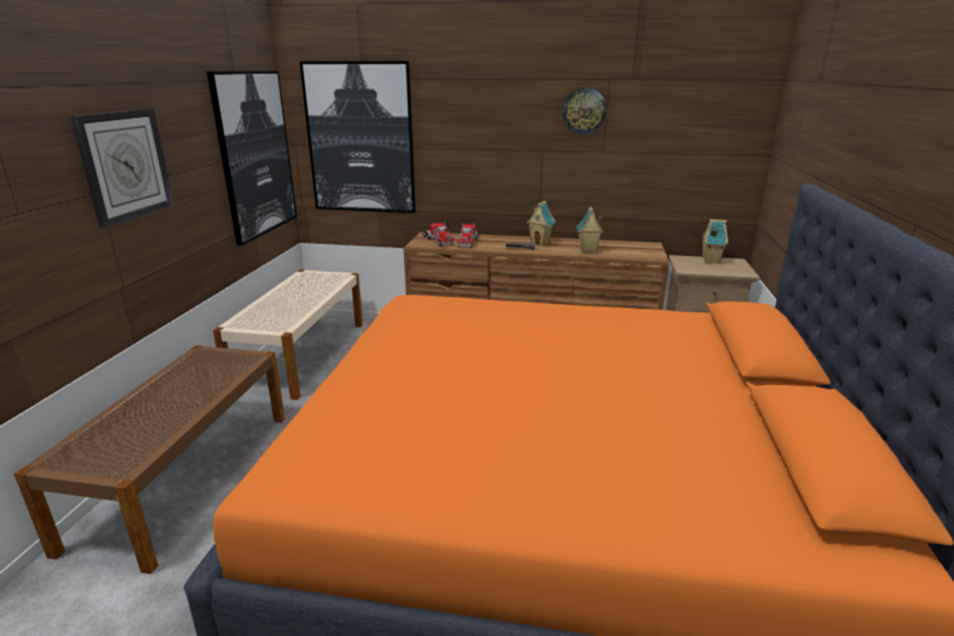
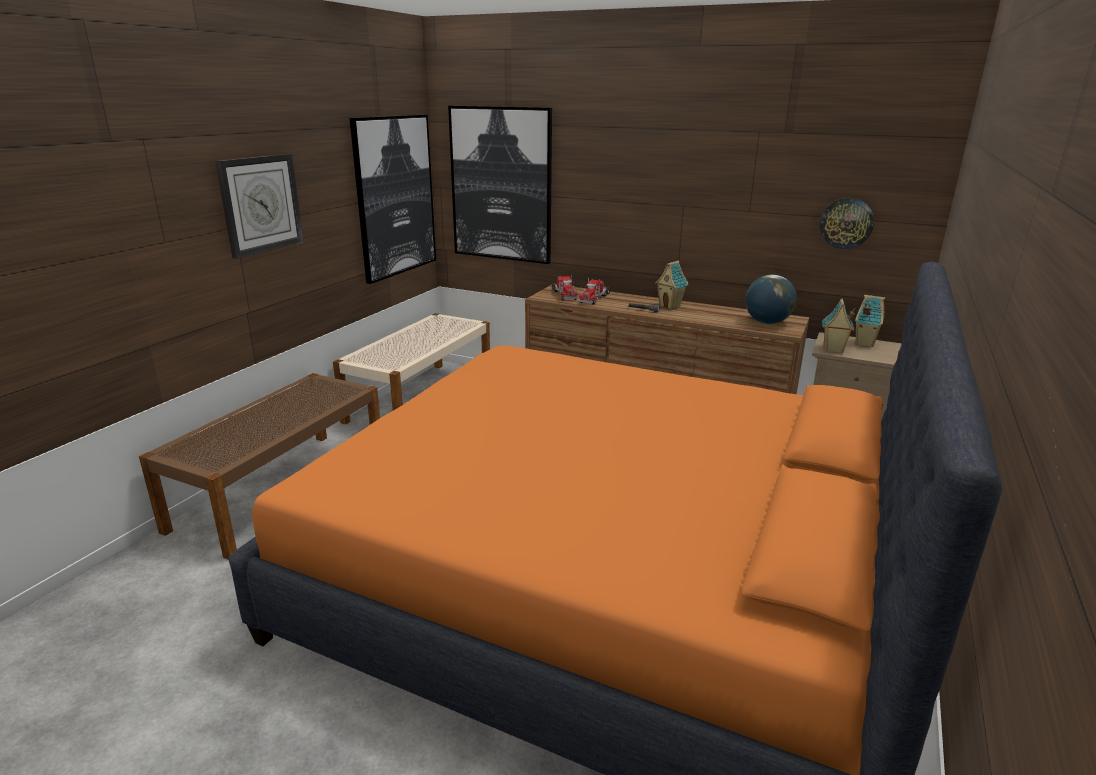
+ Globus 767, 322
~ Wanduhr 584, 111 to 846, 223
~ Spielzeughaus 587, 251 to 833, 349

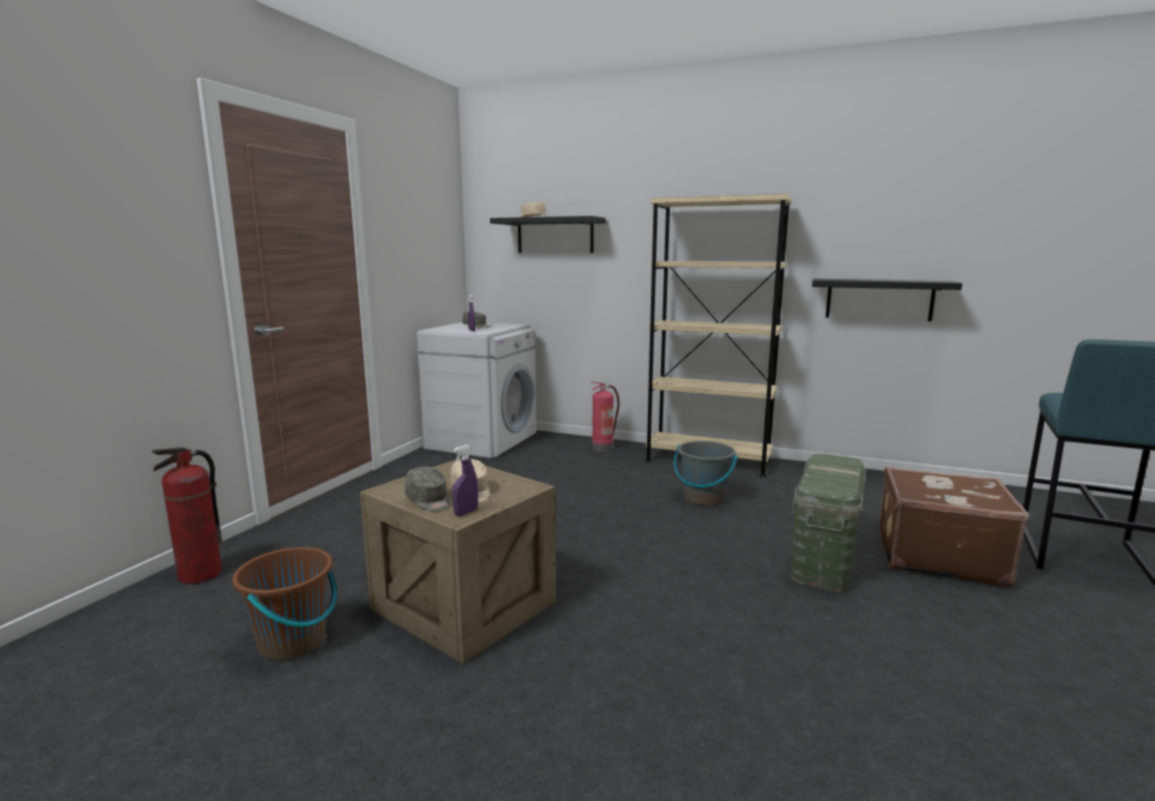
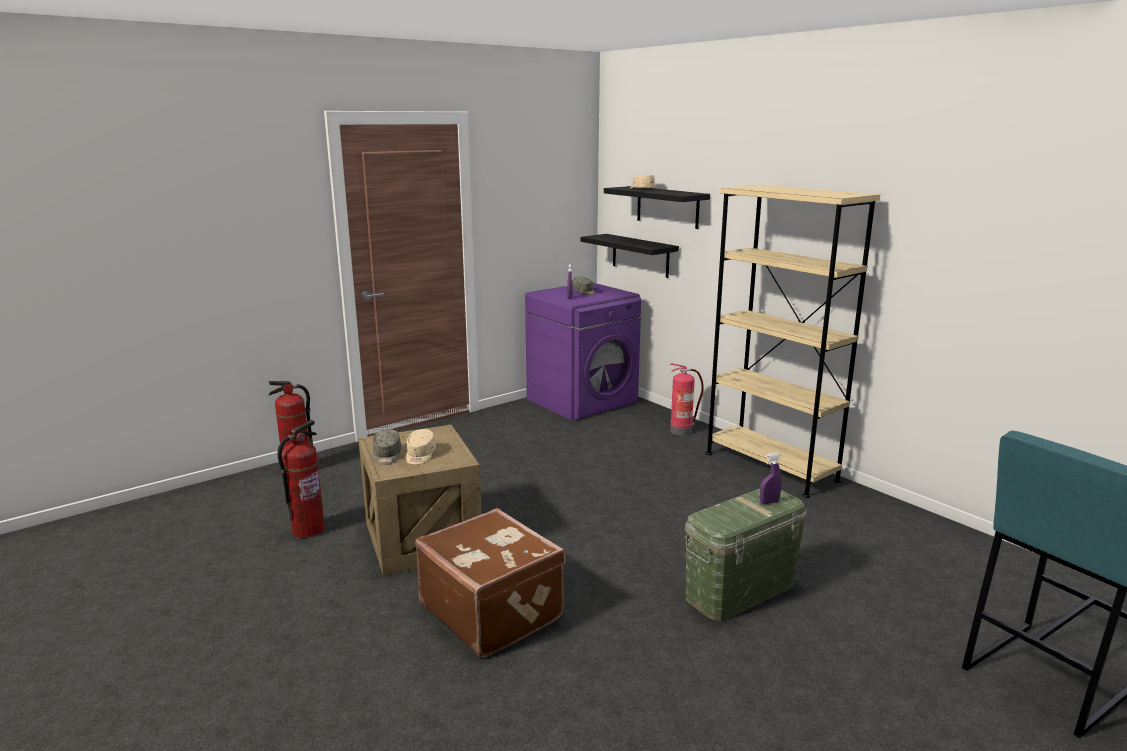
~ Eimer (braun) 293, 642 to Feuerlöscher 308, 530
~ Koffer (braun) 937, 556 to 492, 611
~ Waschmaschine (weiß) 484, 440 to Waschmaschine (lila) 585, 400
~ Wandregal (schwarz) 879, 299 to 640, 255
~ Sprühflasche (lila) 466, 512 to 769, 502
- Eimer (grau) 703, 499

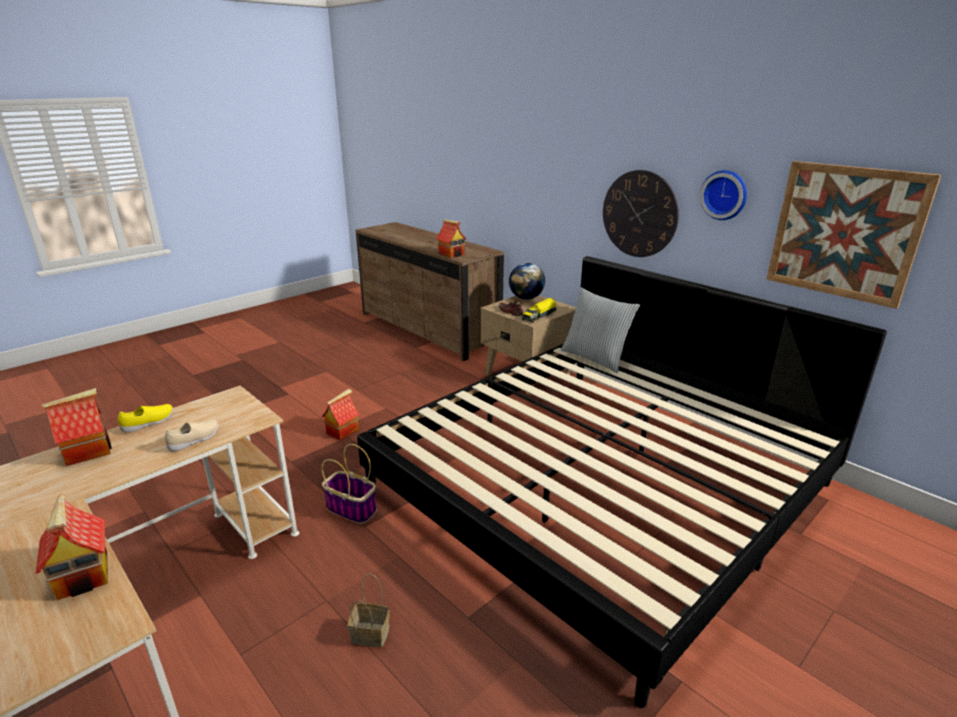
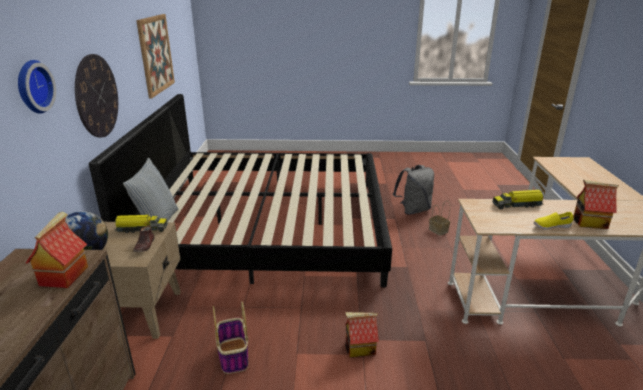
~ Wanduhr 725, 194 to 32, 87
~ Korb 352, 509 to 233, 355
+ Rucksack (grau) 413, 210
~ Schuh (beige) 195, 441 to Spielzeuglaster 517, 205
- Spielzeughaus 84, 575

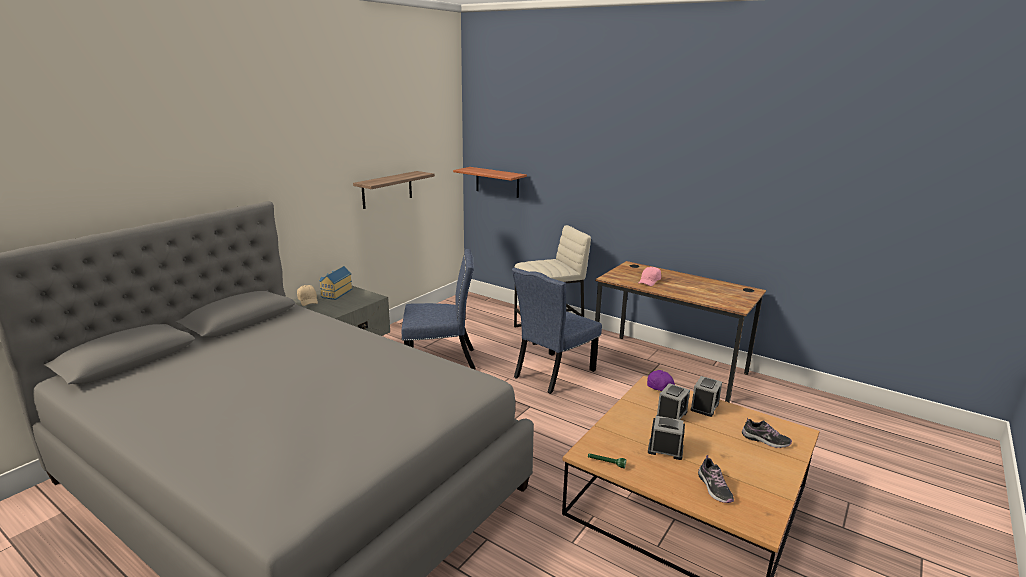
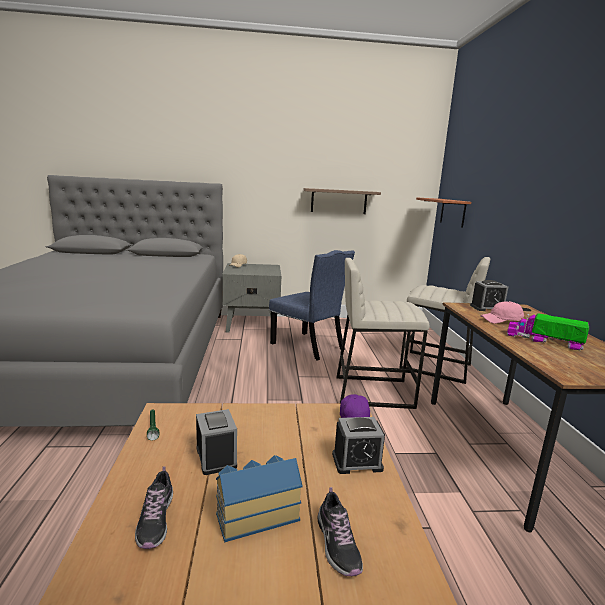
~ Schuh 714, 488 = 155, 520 45 degrees counterclockwise
~ Spielzeughaus 335, 293 to 255, 514
~ Stuhl (blau) 554, 372 to Hocker (beige) 373, 392
~ Wecker 671, 415 to 487, 308
+ Spielzeuglaster 543, 341

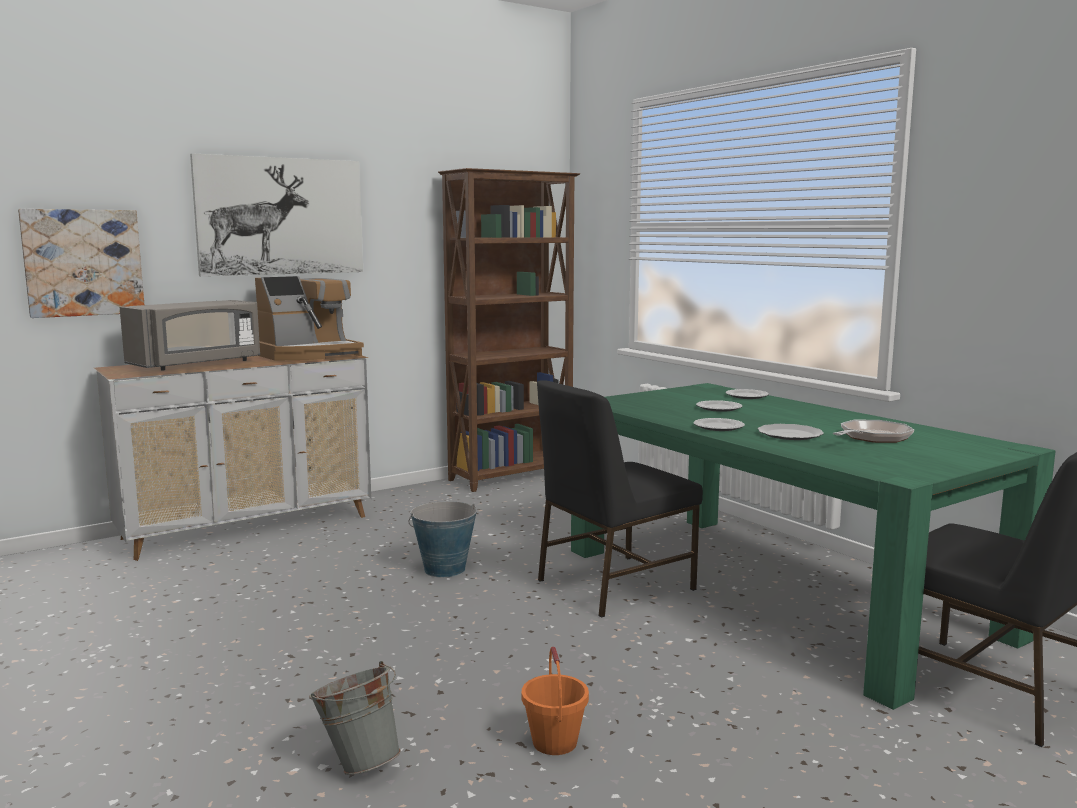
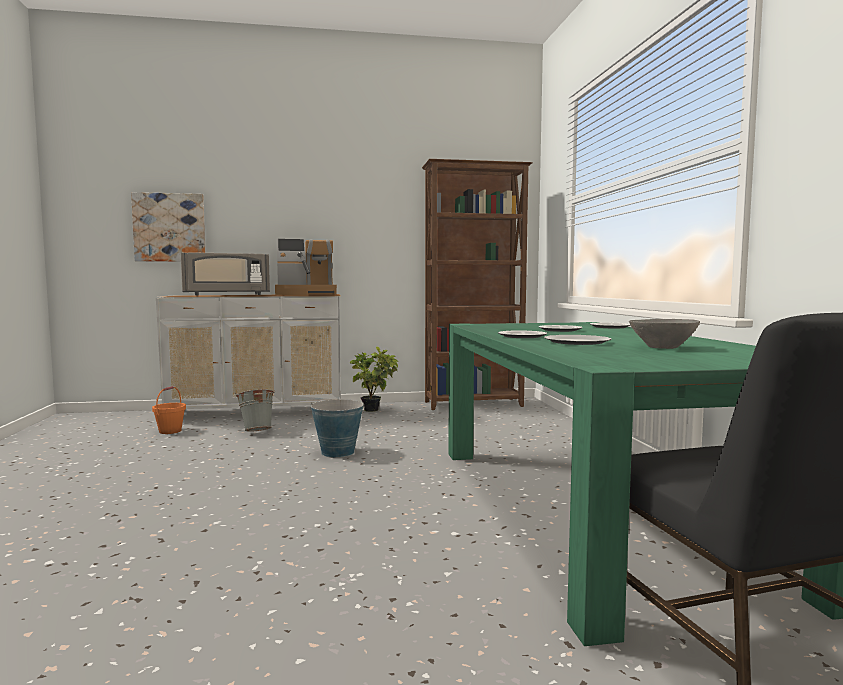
~ Eimer (orange) 555, 742 to 170, 431
~ Eimer (grau) 359, 762 to 257, 431
+ Topfpflanze 375, 410
~ Pfanne 872, 437 to Schüssel (grau) 661, 347
- Bild 281, 216
- Stuhl (schwarz) 612, 585

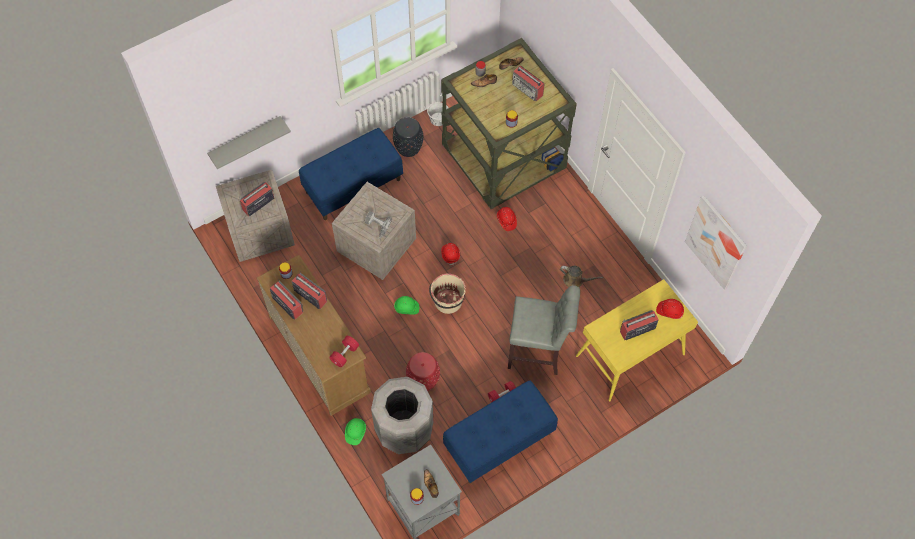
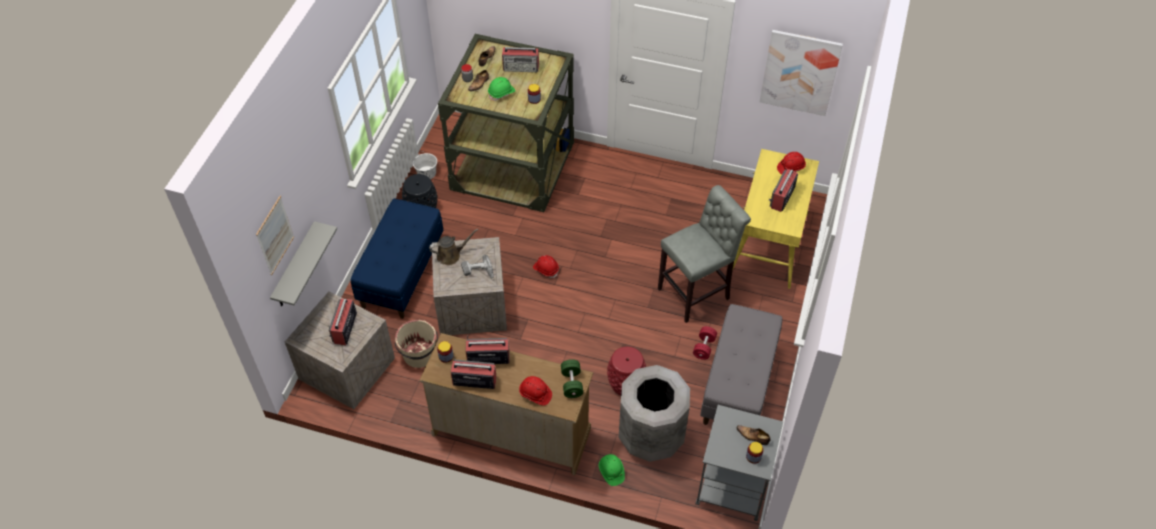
+ Bild 275, 235
~ Eimer (beige) 448, 302 to 419, 355
~ Gießkanne (braun) 575, 280 to 451, 255
~ Schutzhelm (grün) 406, 308 to 501, 93
~ Schutzhelm (rot) 506, 221 to 535, 394
~ Hantel (rot) 345, 354 to Hantel (grün) 571, 383
~ Bank (blau) 499, 442 to Bank (grau) 738, 384

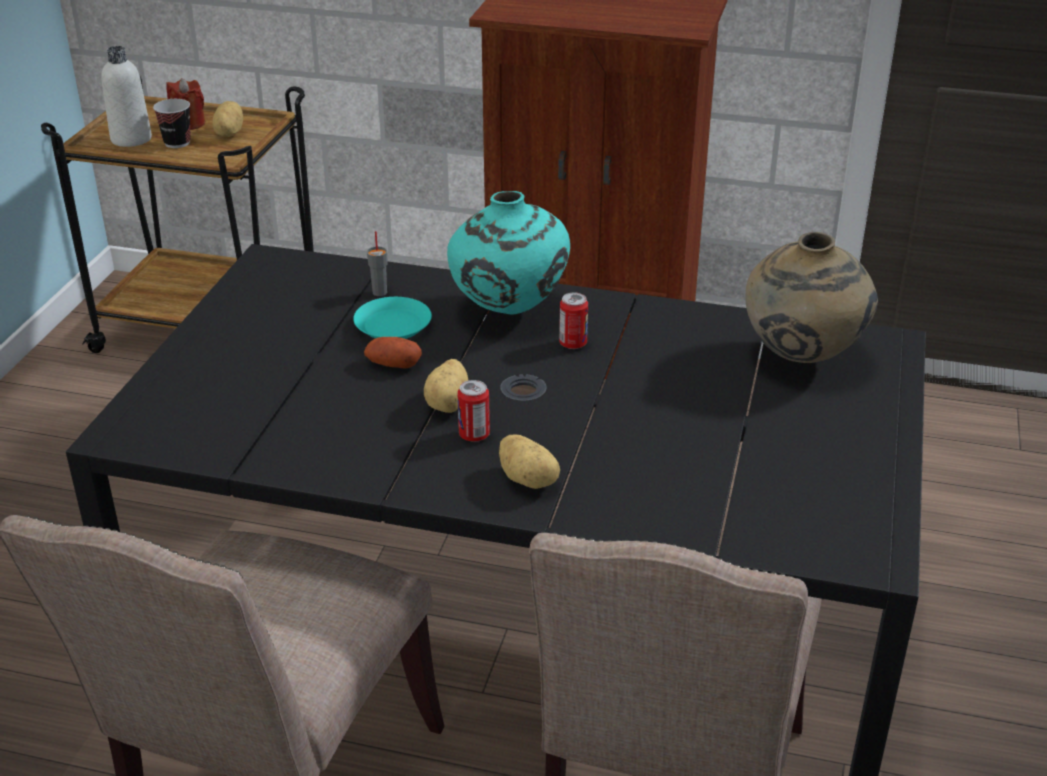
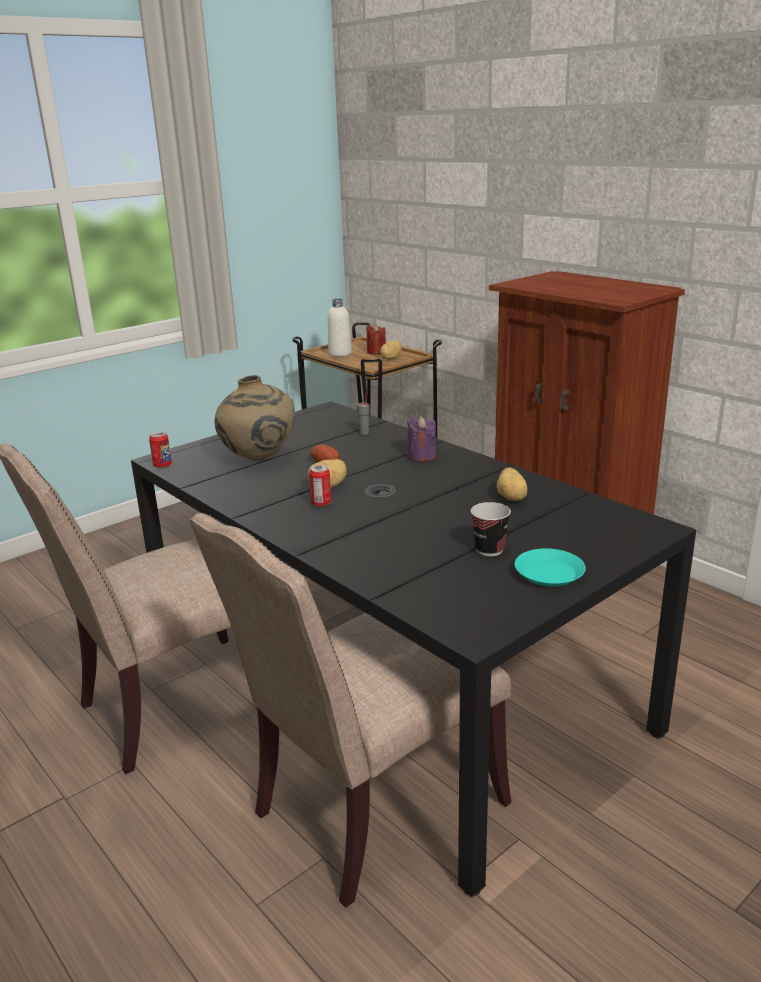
~ Dose 573, 344 to 162, 466
~ Vase (beige) 802, 358 to 258, 460
~ Vase (türkis) 508, 312 to Kerze (lila) 421, 456
~ Tasse 177, 143 to 489, 549
~ Kartoffel 529, 479 to 512, 497
~ Teller (türkis) 392, 325 to 548, 573

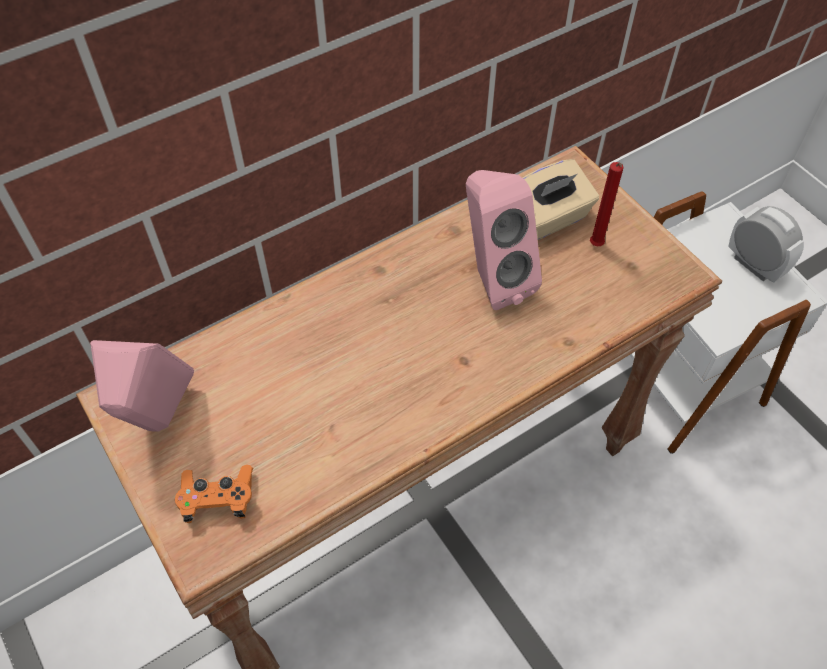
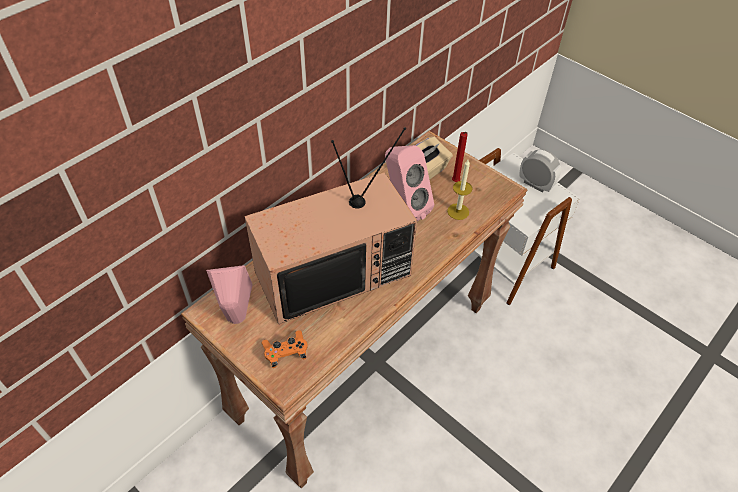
+ Fernseher 333, 271
+ Kerze 458, 211

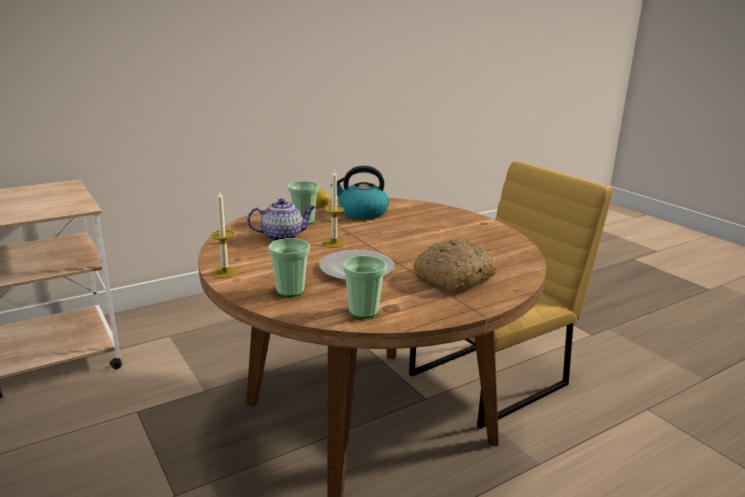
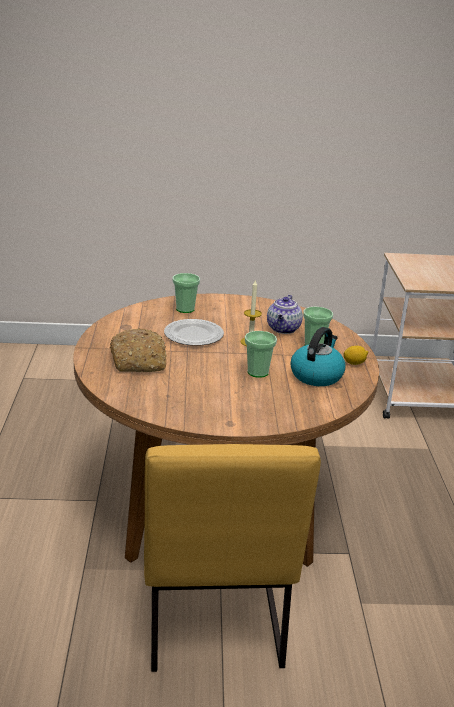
~ Tasse 363, 311 to 258, 372
- Kerze 225, 272

